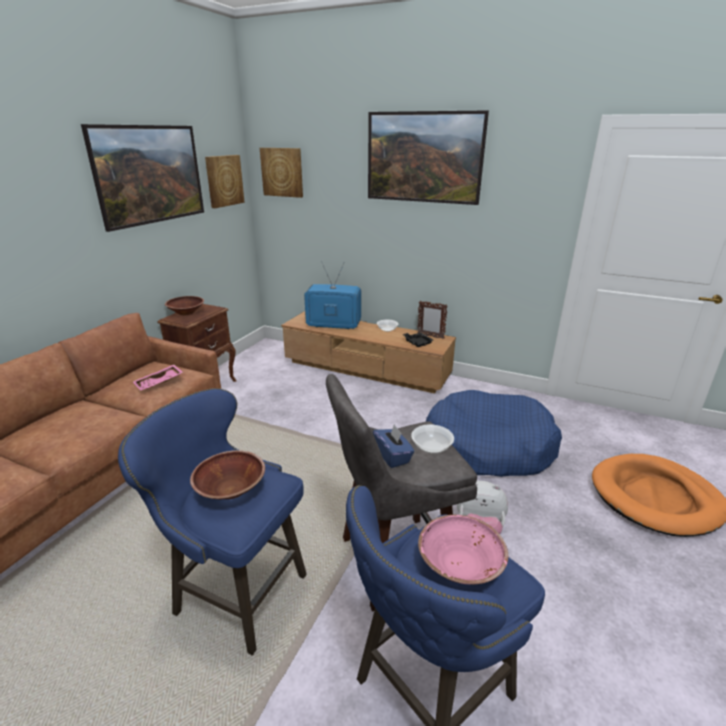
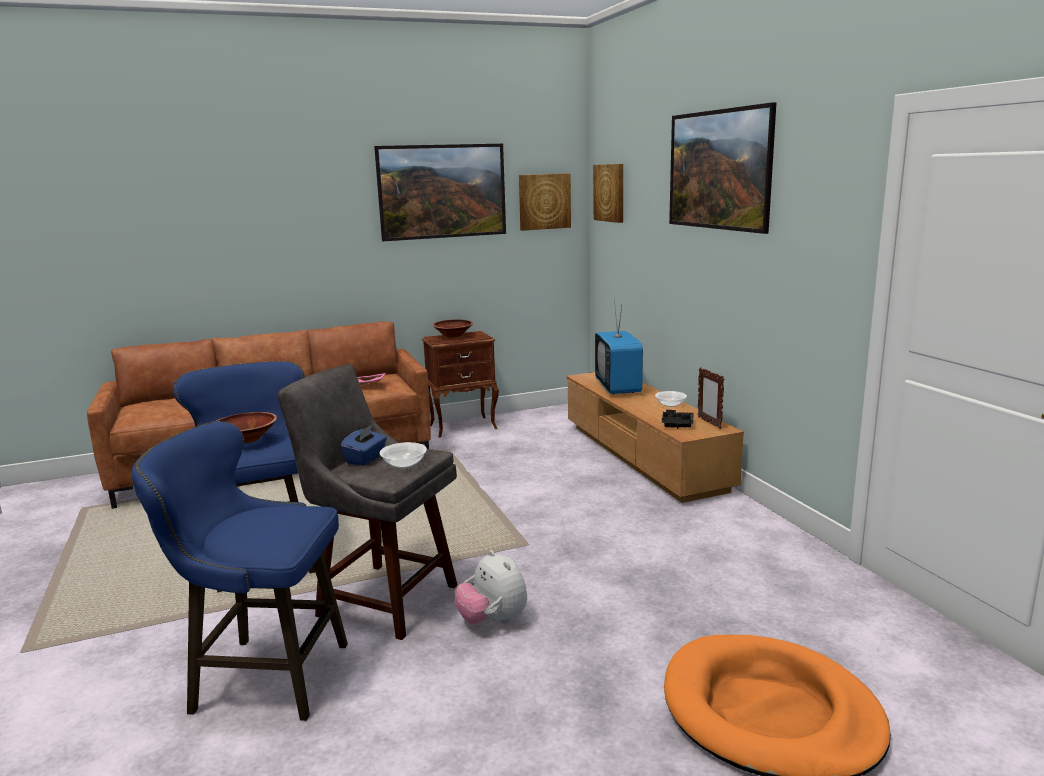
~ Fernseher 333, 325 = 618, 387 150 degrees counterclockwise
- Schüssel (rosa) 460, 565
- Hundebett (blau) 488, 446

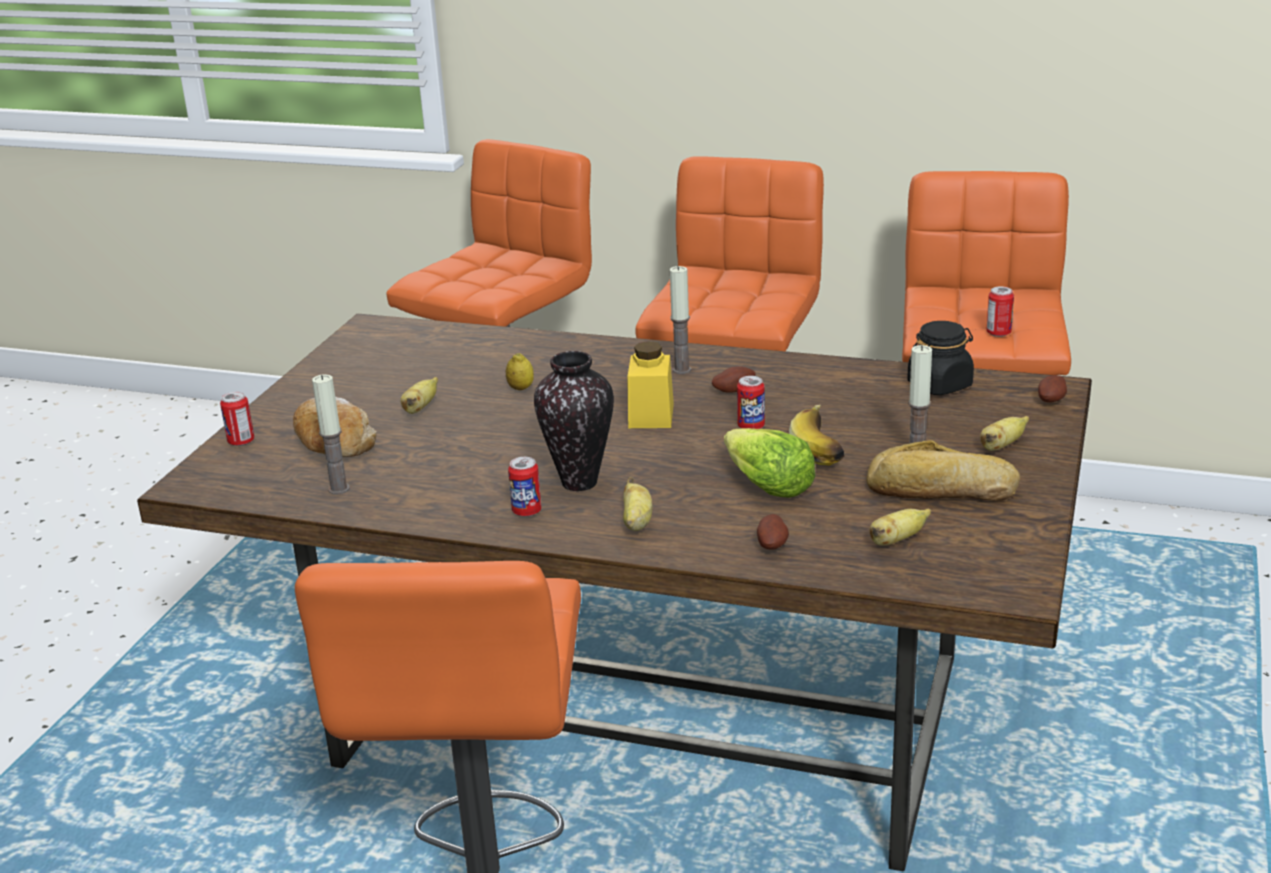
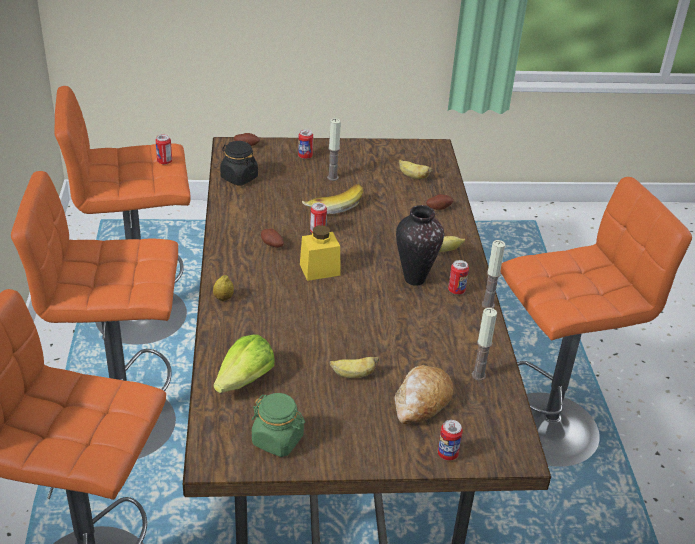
~ Zitrone 520, 388 to 223, 298
~ Salatkopf 767, 486 to 245, 380
+ Vorratsglas (grün) 278, 440
~ Banane 1002, 446 to Dose 305, 156
~ Kerze 681, 370 to 488, 304
- Brot 941, 491

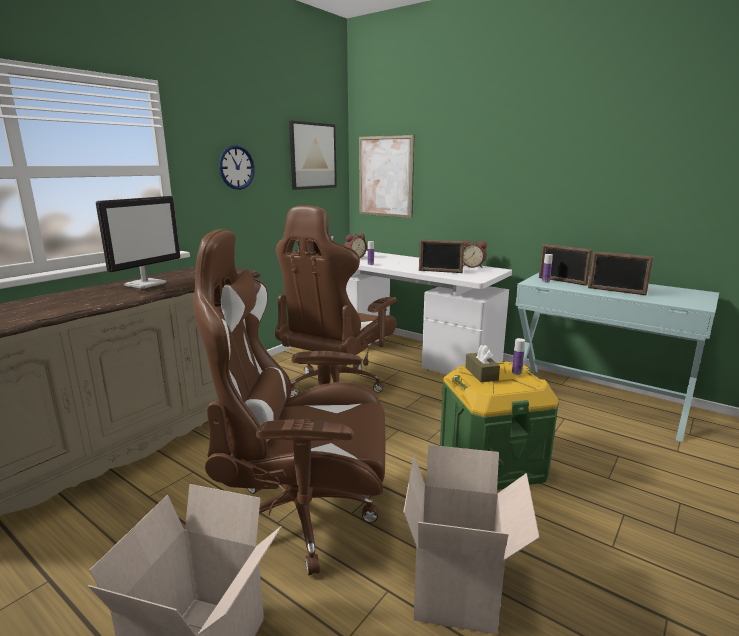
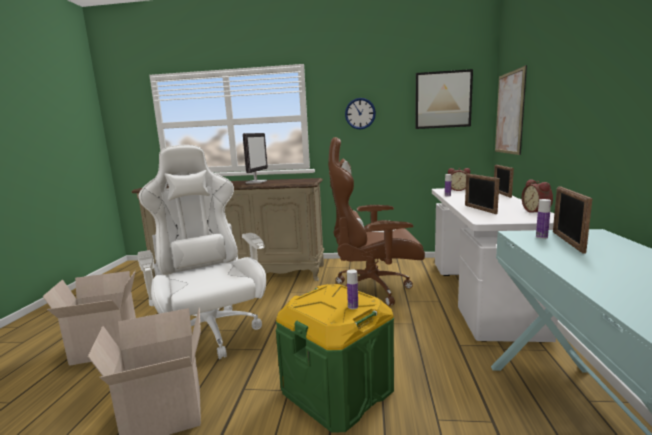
~ Bürostuhl (braun) 310, 517 to Bürostuhl (weiß) 213, 337
~ Monitor 146, 284 = 256, 182 75 degrees counterclockwise
~ Bilderrahmen 616, 291 to 501, 194
- Taschentuchbox (braun) 481, 374

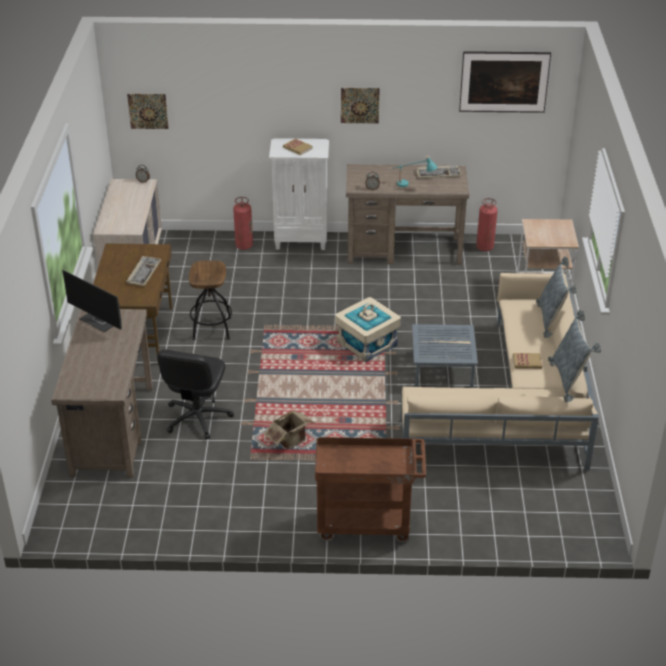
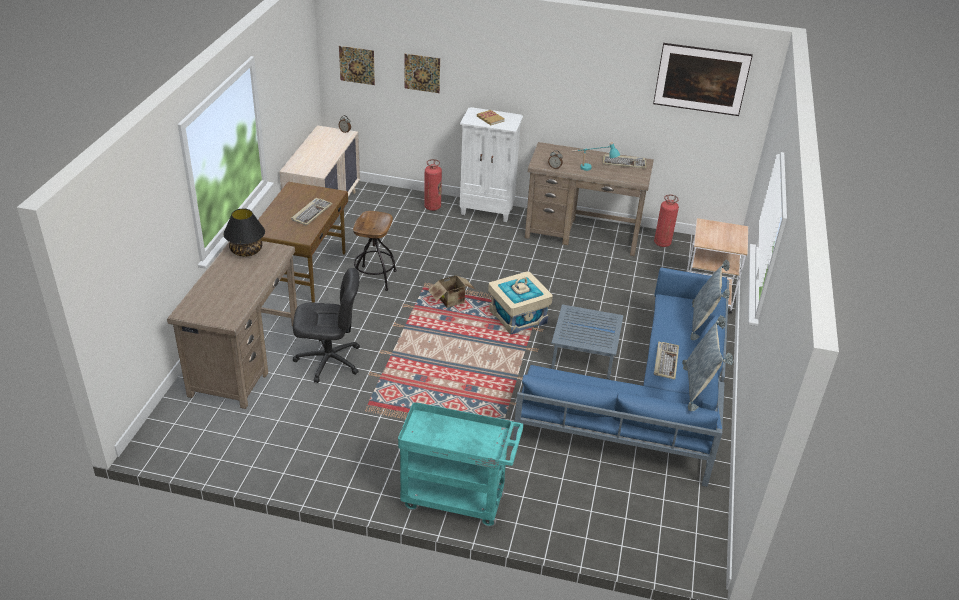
~ Monitor 100, 321 to Tischlampe (schwarz) 246, 251
~ Bürostuhl (schwarz) 197, 417 = 329, 360 120 degrees counterclockwise
~ Rollwagen (braun) 368, 527 to Rollwagen (türkis) 457, 504
~ Bild 360, 105 to 422, 73
~ Karton 292, 441 to 453, 301
~ Sofa (beige) 501, 402 to Sofa (blau) 635, 398
~ Buch 527, 362 to Tastatur 665, 361

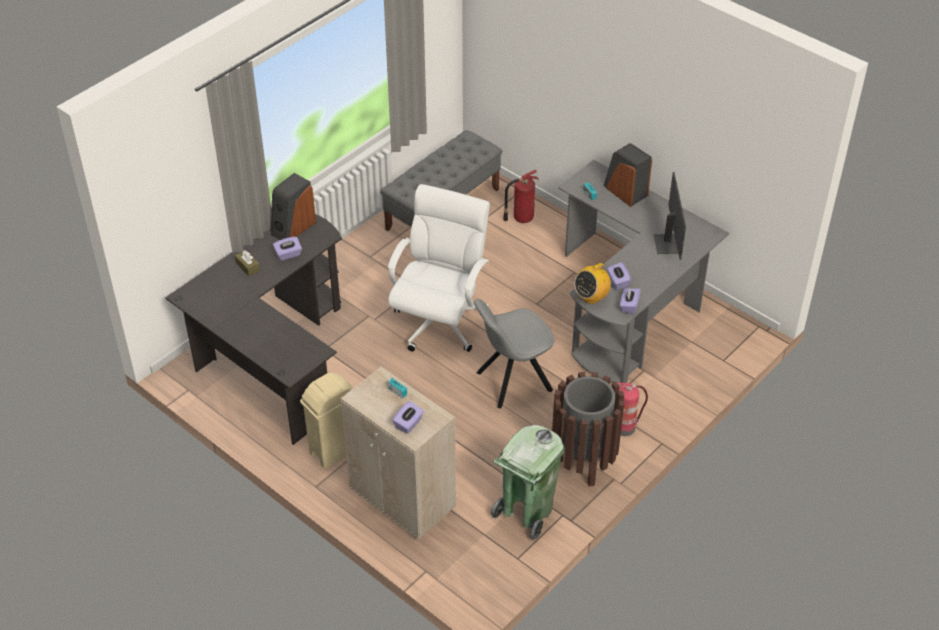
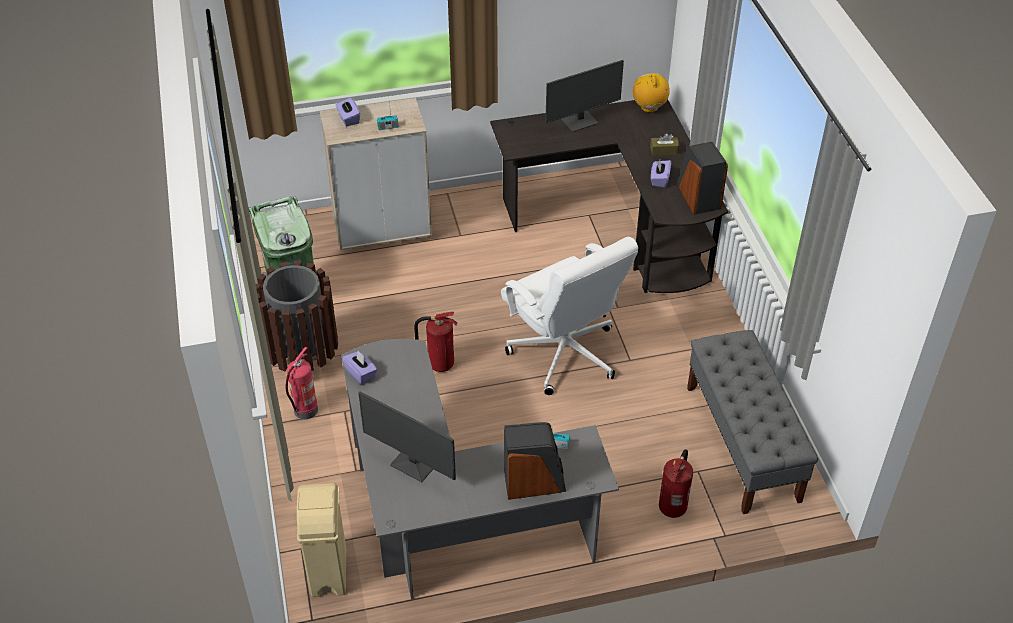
~ Mülleimer (beige) 335, 450 to 328, 573
~ Stuhl (grau) 513, 381 to Feuerlöscher 439, 364
+ Monitor 580, 121
~ Radio 591, 297 to 649, 107
- Taschentuchbox (lila) 618, 282

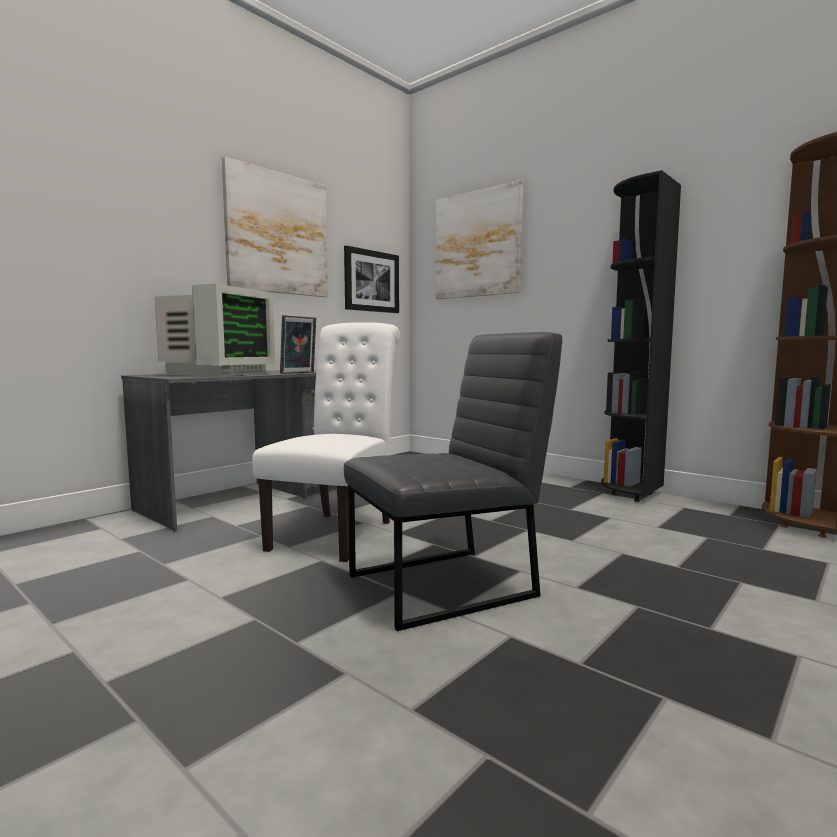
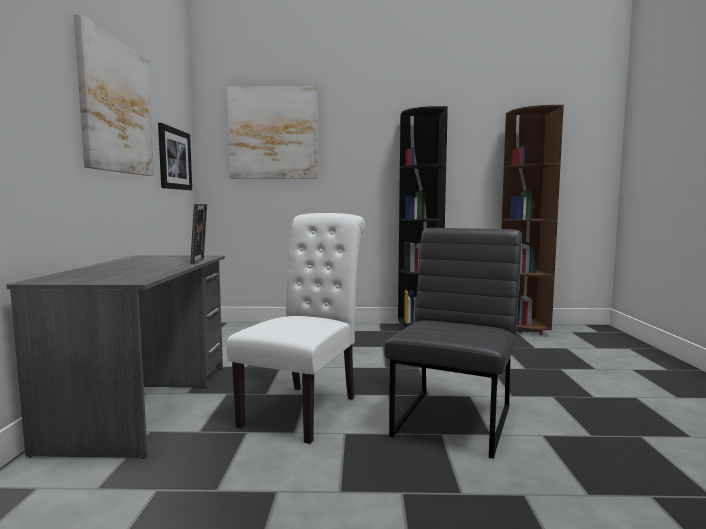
~ Stuhl (weiß) 337, 532 = 305, 408 45 degrees clockwise
- Monitor 216, 374

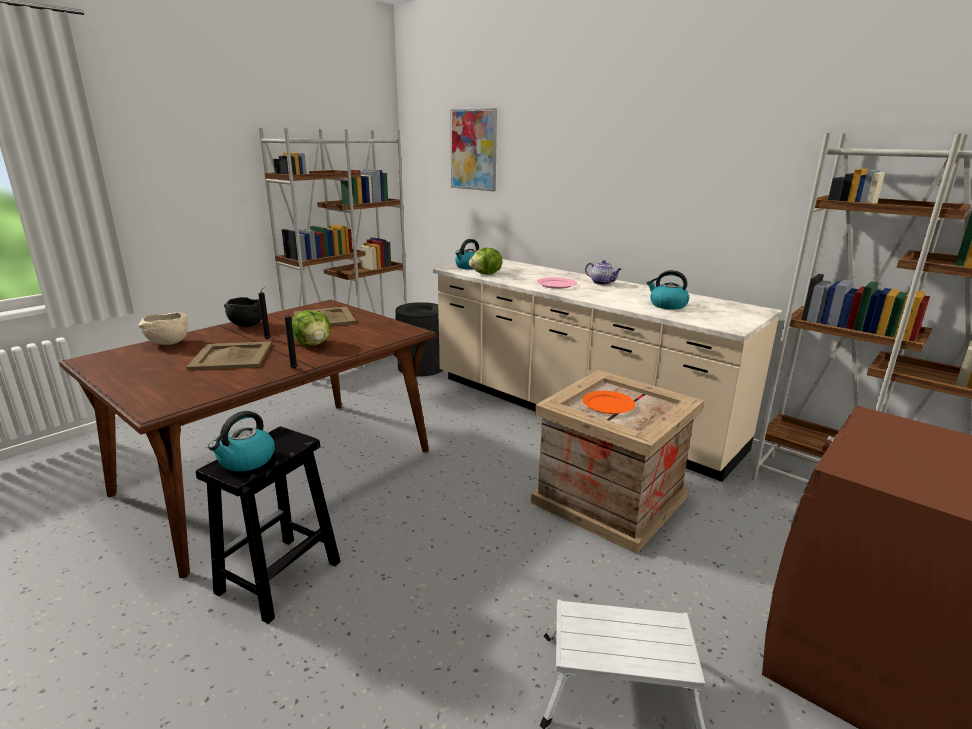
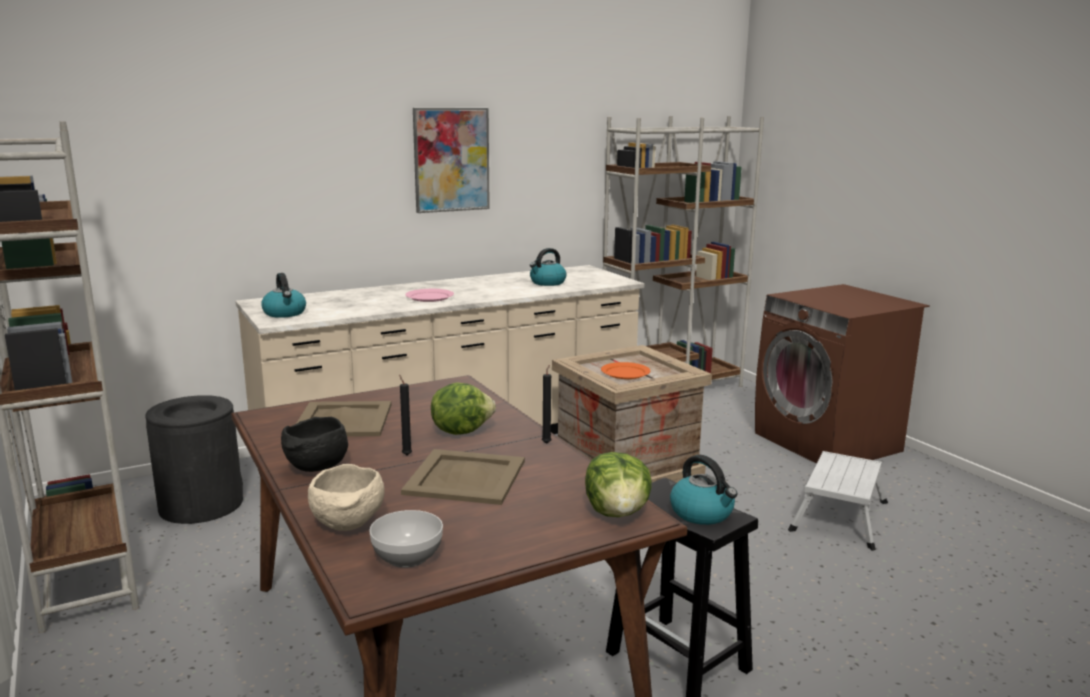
+ Schüssel 407, 556
~ Bild 473, 150 to 451, 160
~ Salatkopf 486, 274 to 617, 513
- Teekanne 602, 283

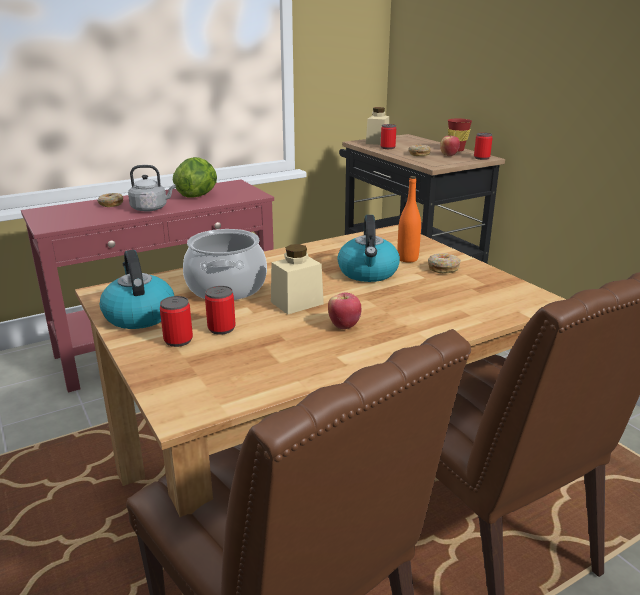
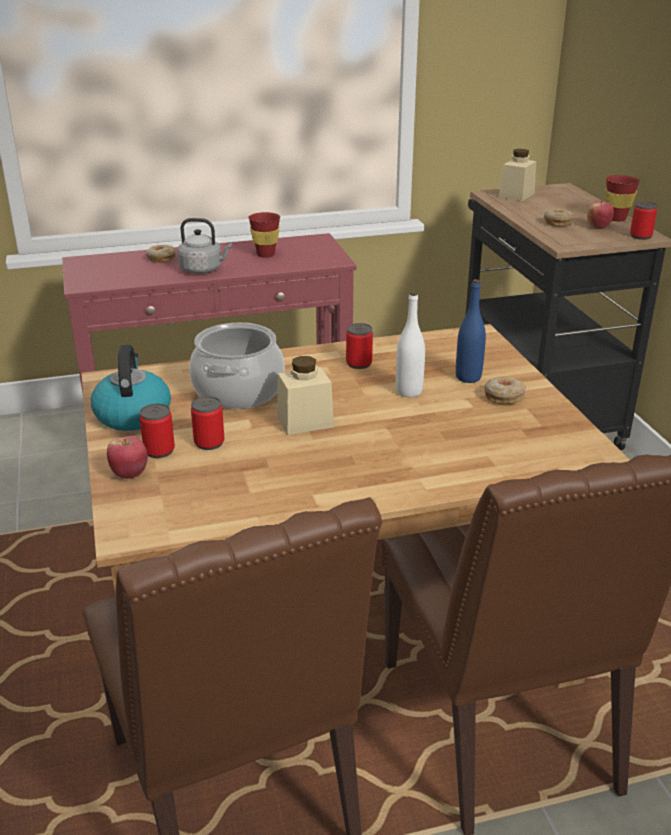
~ Apfel 344, 326 to 130, 474
~ Salatkopf 198, 195 to Tasse (rot) 265, 254
~ Dose 387, 148 to 359, 363
~ Wasserkessel 368, 273 to Flasche (weiß) 409, 391
~ Flasche (orange) 407, 259 to Flasche (blau) 468, 377

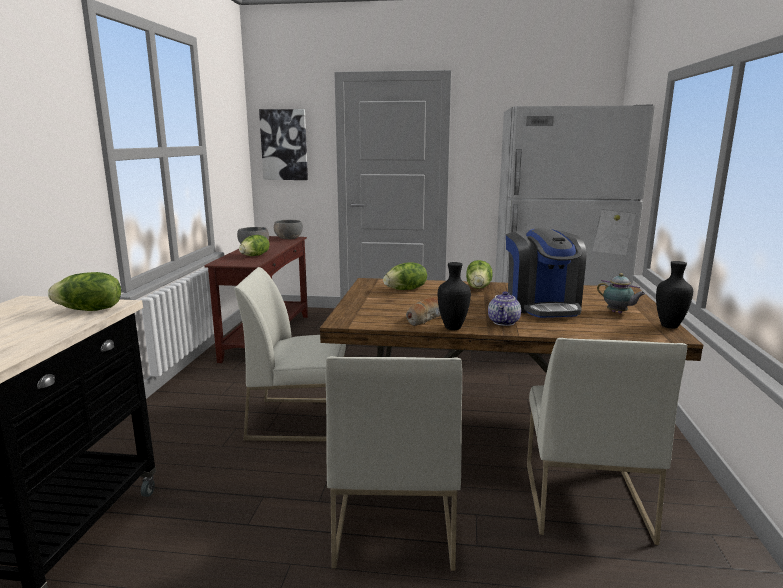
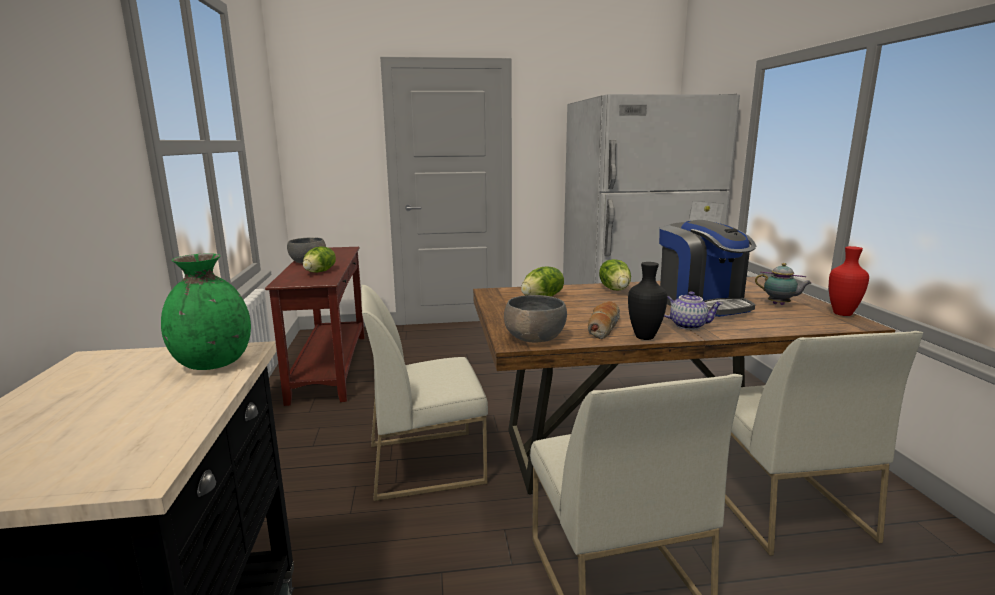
~ Salatkopf 90, 310 to Vase (grün) 214, 363
~ Schüssel (grau) 288, 238 to 534, 338
~ Teekanne 504, 322 = 688, 325 75 degrees counterclockwise
~ Vase (schwarz) 670, 326 to Vase (rot) 844, 314
- Bild 284, 145

